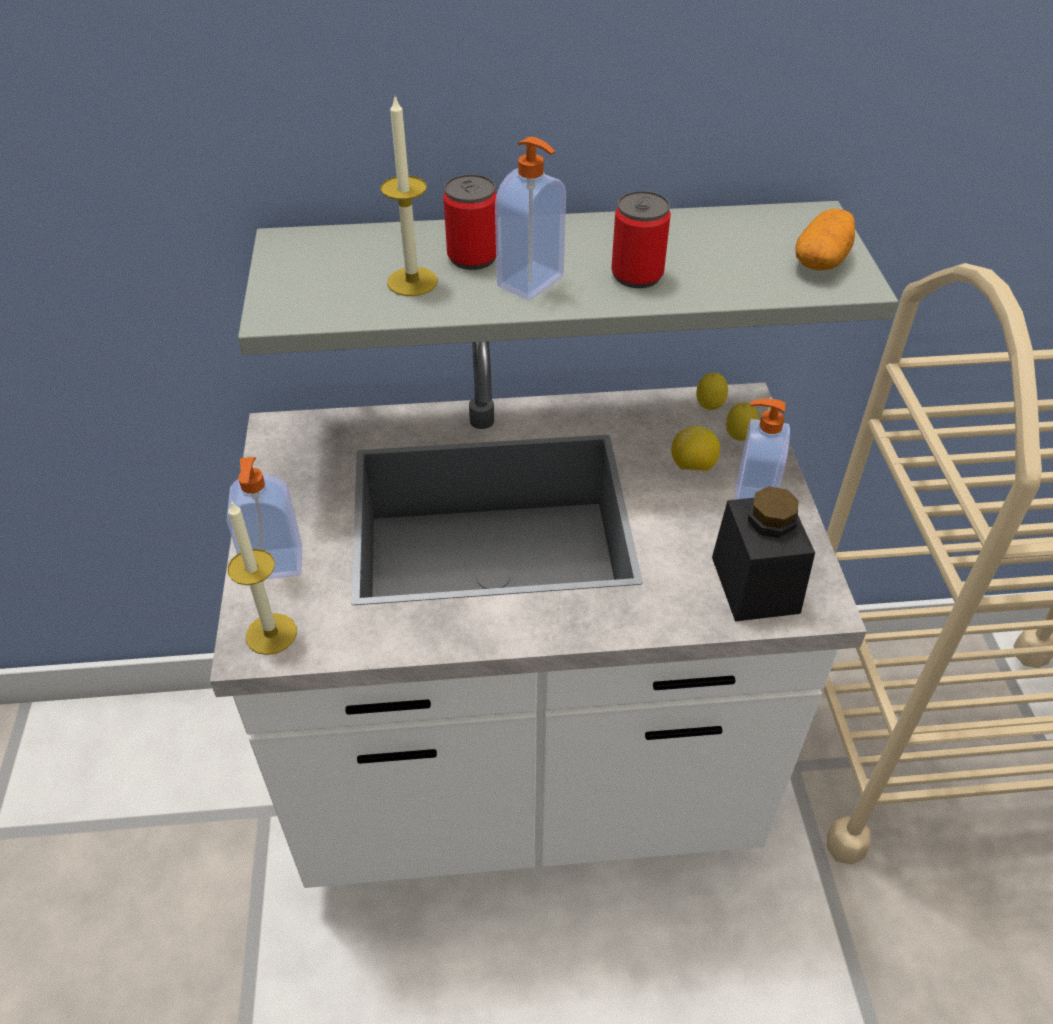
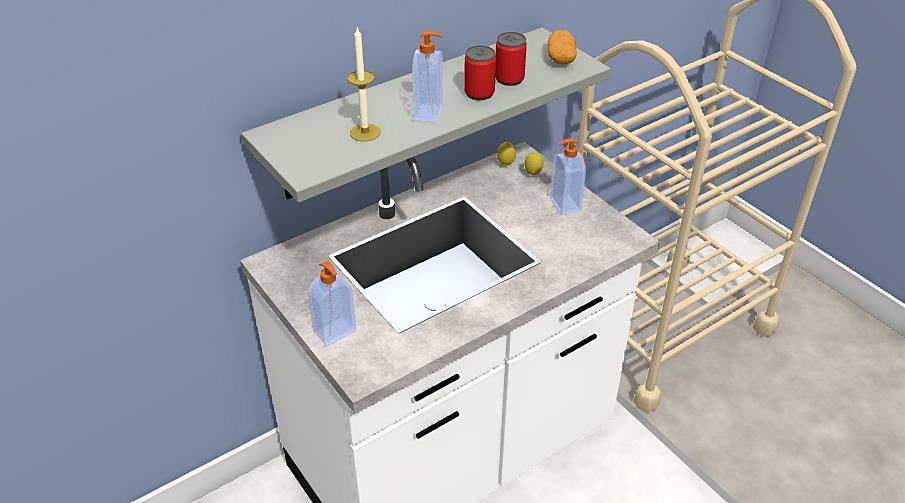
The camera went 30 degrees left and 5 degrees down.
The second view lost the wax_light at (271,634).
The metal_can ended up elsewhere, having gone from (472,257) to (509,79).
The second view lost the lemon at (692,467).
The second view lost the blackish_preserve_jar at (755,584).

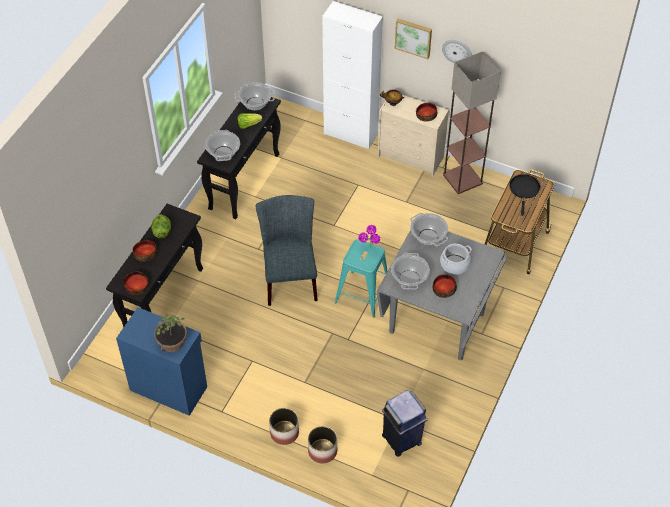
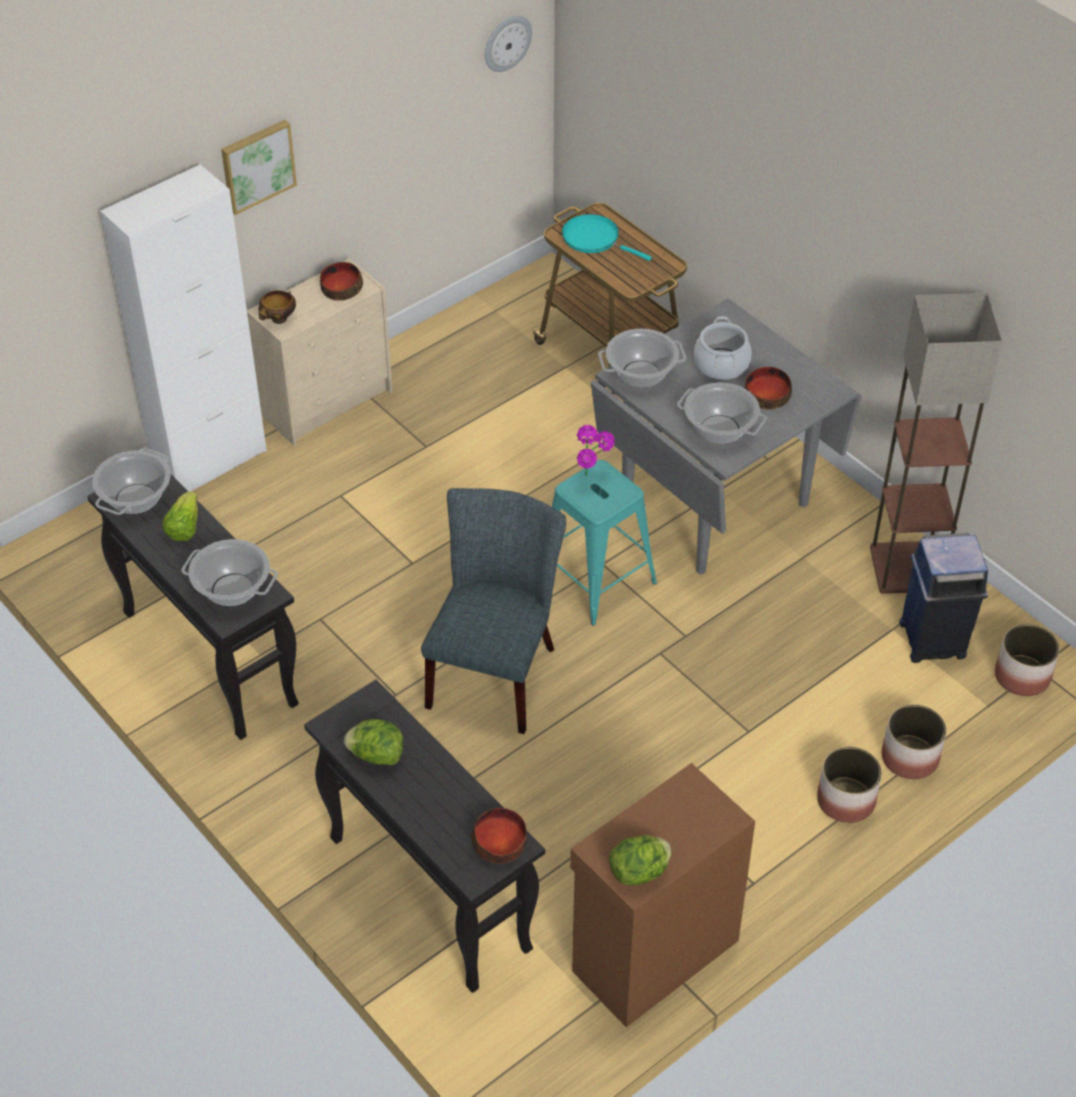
The camera went 65 degrees left and 5 degrees down.
What was the bluish_cupboard at (168,387) turned into the brownish_cupboard at (652,954).
The second view lost the serving_bowl at (145,254).
The second view lost the potted_plant at (172,342).
The greyish_upright_chair at (289,277) ended up facing another way, 90 degrees clockwise from before.
The wall_clock ended up elsewhere, having gone from (457,51) to (507,42).
The standard_lamp ended up elsewhere, having gone from (463,179) to (907,567).
What was the blackish_frying_pan at (524,190) turned into the turquoise-coloured_frying_pan at (594,239).
The second view gained the head_of_lettuce at (640,872).
The second view gained the plant_pot at (1022,676).

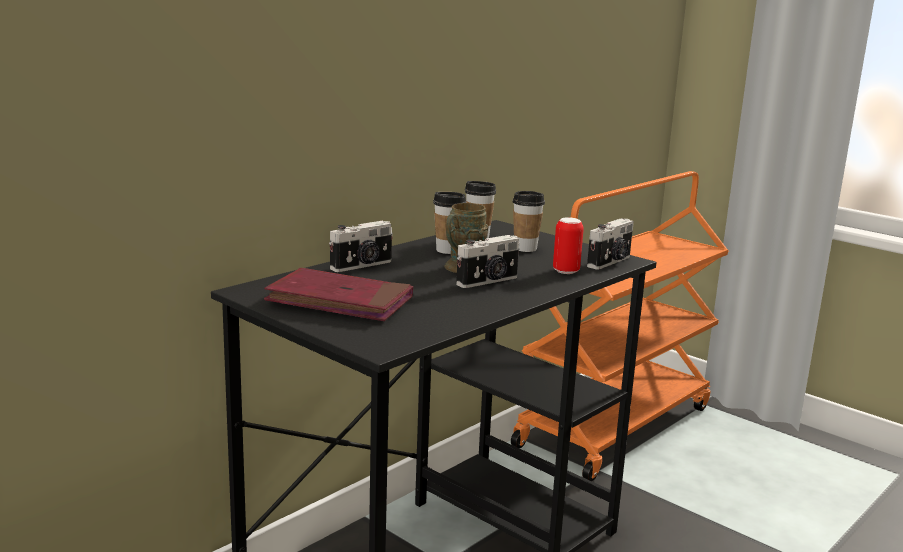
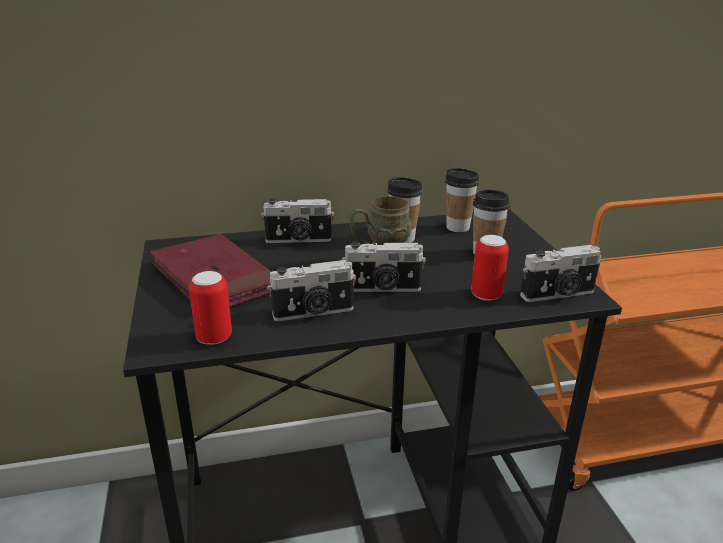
The camera went 35 degrees right and 10 degrees up.
The second view gained the metal_can at (214,338).
The second view gained the still_camera at (314,313).

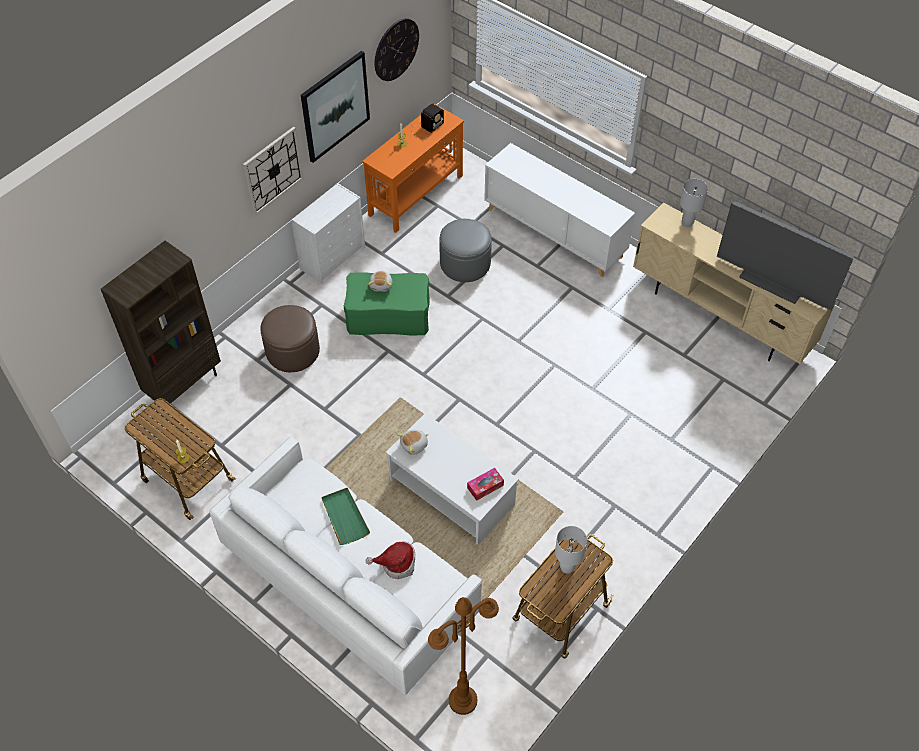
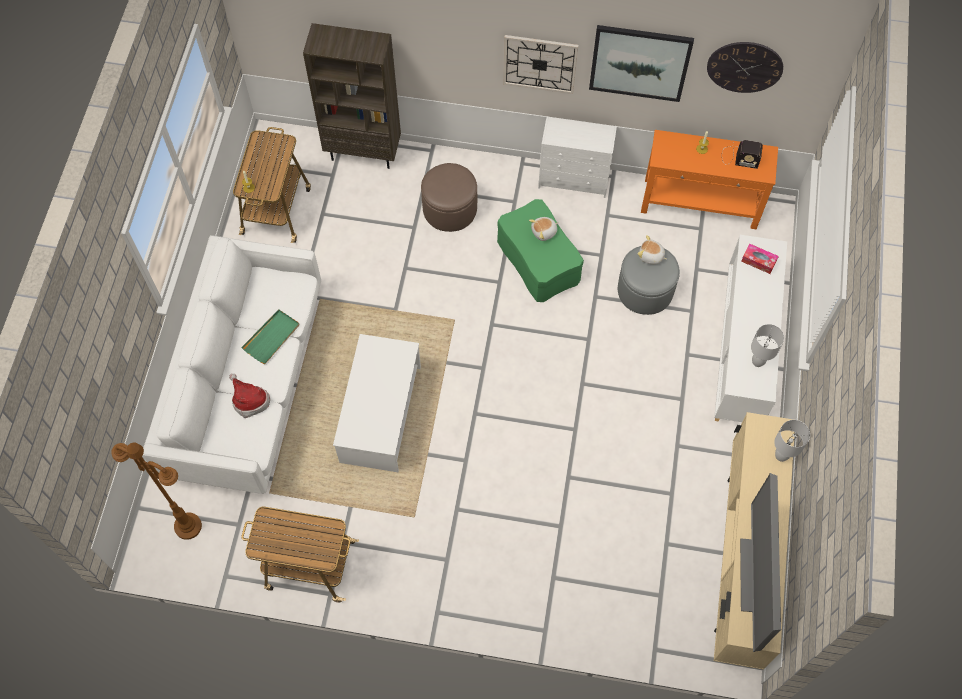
The camera went 60 degrees right and 10 degrees up.
The soft_toy ended up elsewhere, having gone from (414,445) to (651,256).
The tissue_holder ended up elsewhere, having gone from (485,486) to (758,261).
The whitish_tabletop_lamp ended up elsewhere, having gone from (567,568) to (758,362).

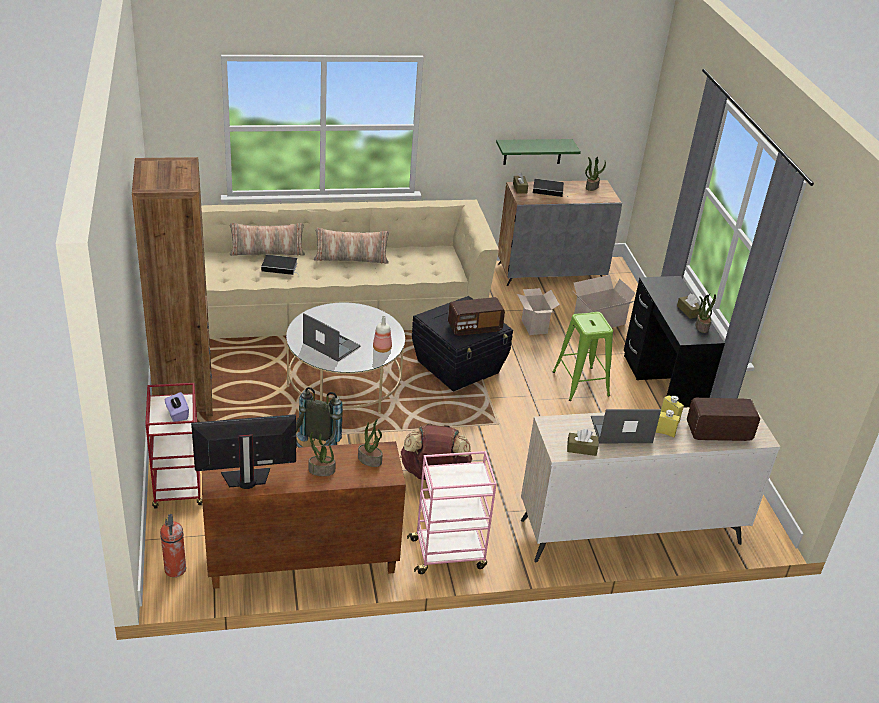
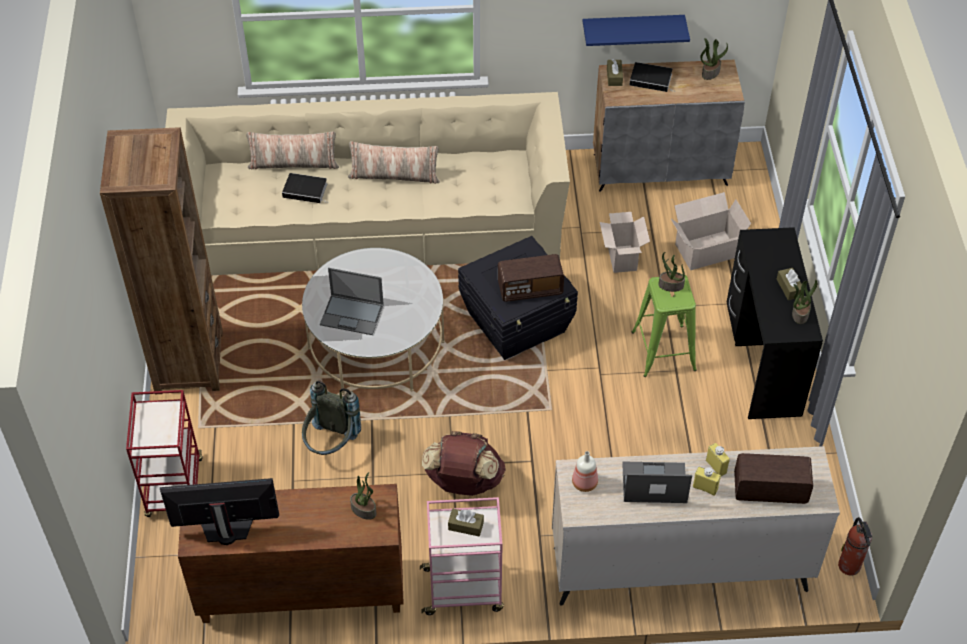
The camera went 10 degrees right and 15 degrees up.
The fire-fighting_cylinder ended up elsewhere, having gone from (175,570) to (849,567).
The second view lost the purple_tissue_holder at (177,414).
The laptop at (330,344) ended up facing another way, 150 degrees clockwise from before.
The potted_plant ended up elsewhere, having gone from (321,471) to (670,286).
The bottle ended up elsewhere, having gone from (382,348) to (585,483).
What was the green-coloured_wall_shelf at (533,151) turned into the bluish_wall_shelf at (632,30).
The brownish_tissue_holder ended up elsewhere, having gone from (581,449) to (466,526).

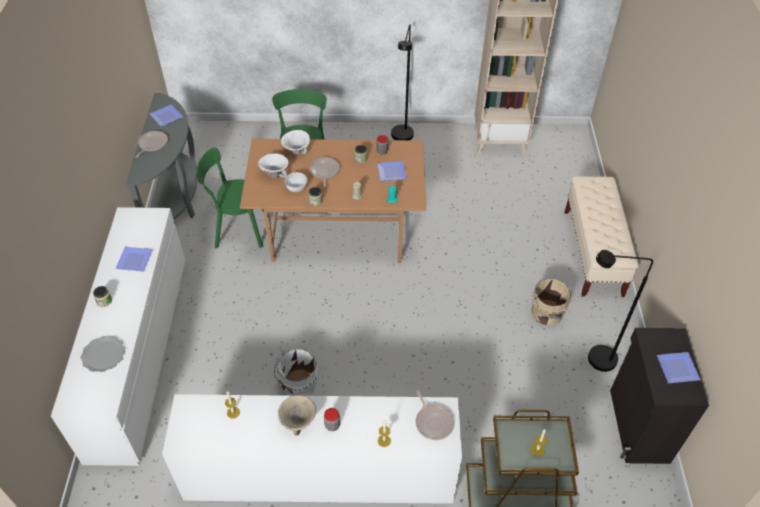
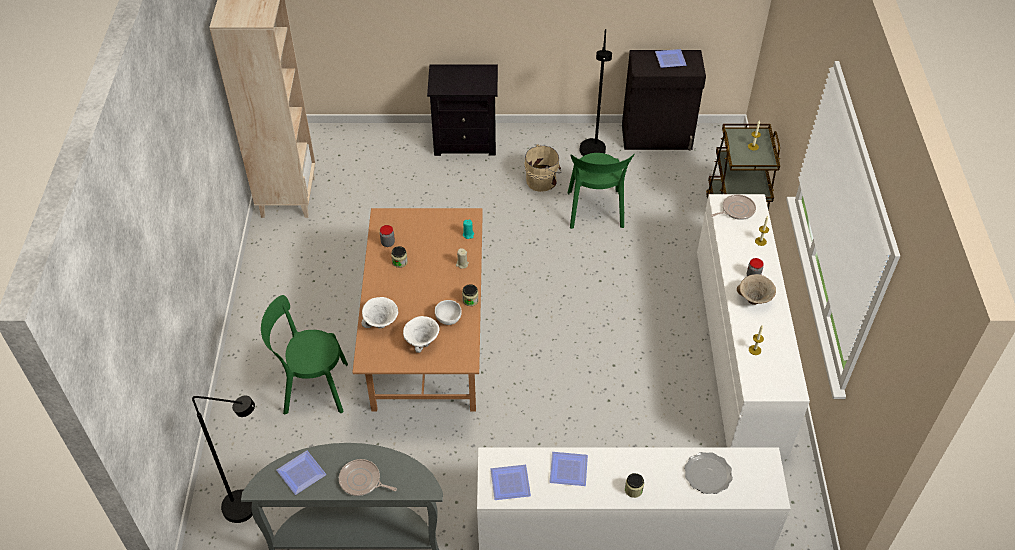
The camera went 90 degrees left and 0 degrees up.
The green-coloured_upright_chair ended up elsewhere, having gone from (238,229) to (595,212).
The second view lost the whitish_pail at (298,385).
The second view lost the frying_pan at (324,172).
The dinner_plate ended up elsewhere, having gone from (392,173) to (511,482).
The blackish_standard_lamp ended up elsewhere, having gone from (402,139) to (249,507).
Where the sand-coloured_bench stood at (593,253), the blackish_bedside_table came to stand at (466,141).

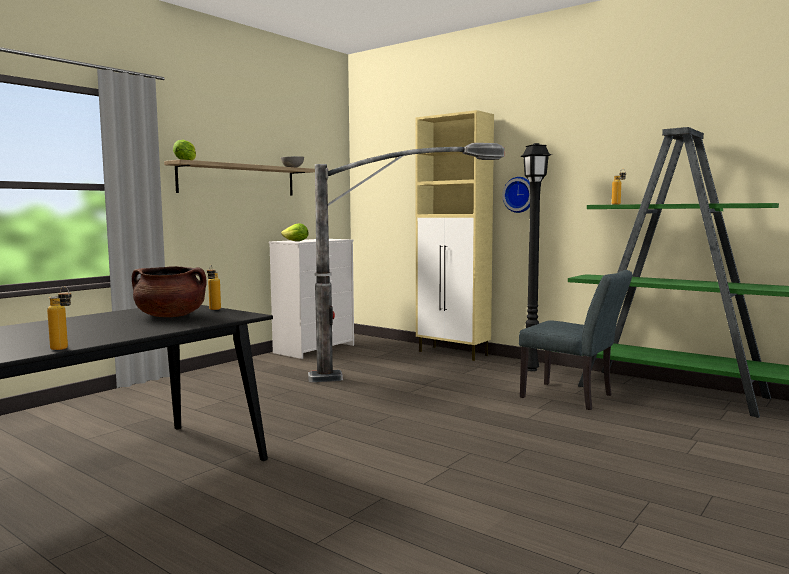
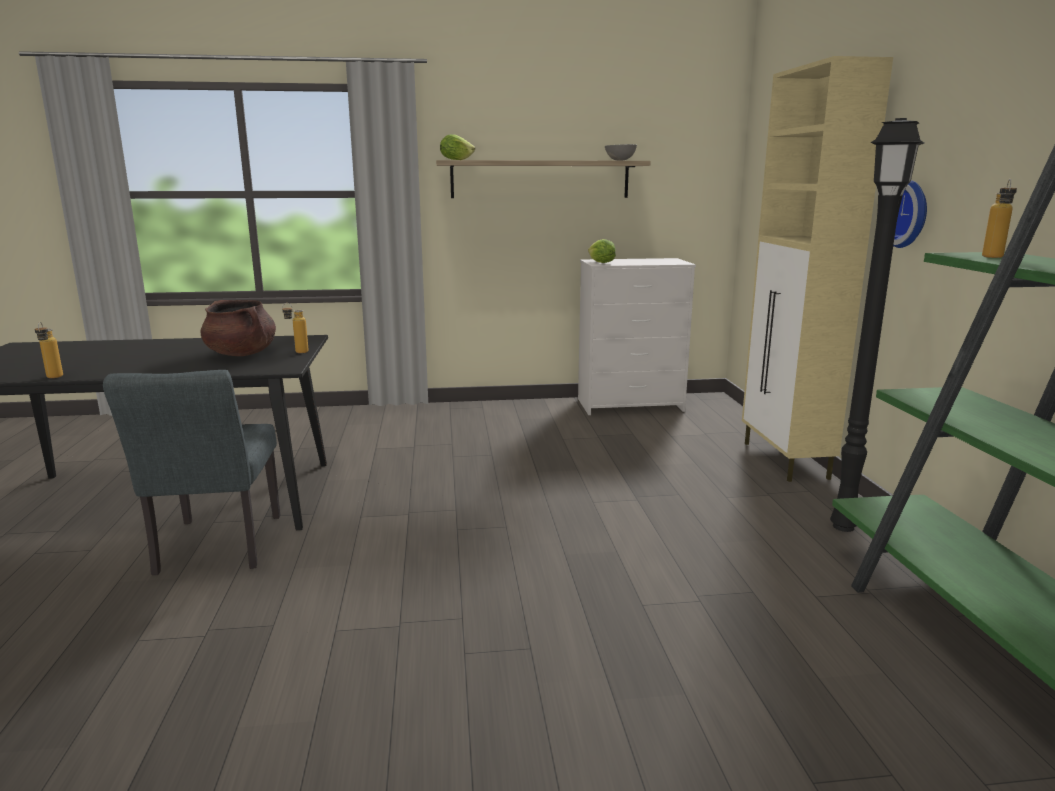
The camera went 45 degrees right and 10 degrees up.
The second view lost the standard_lamp at (406,374).
The greyish_upright_chair ended up elsewhere, having gone from (573,397) to (216,549).

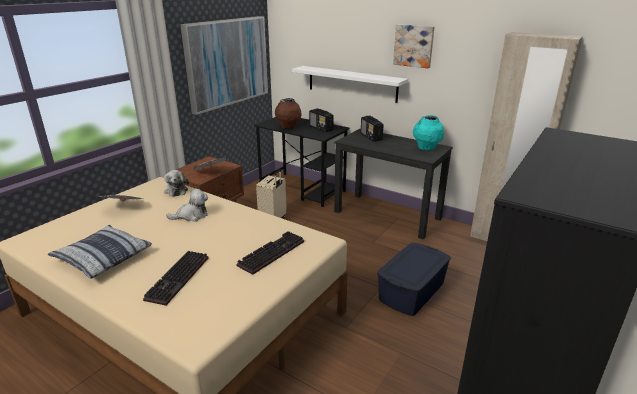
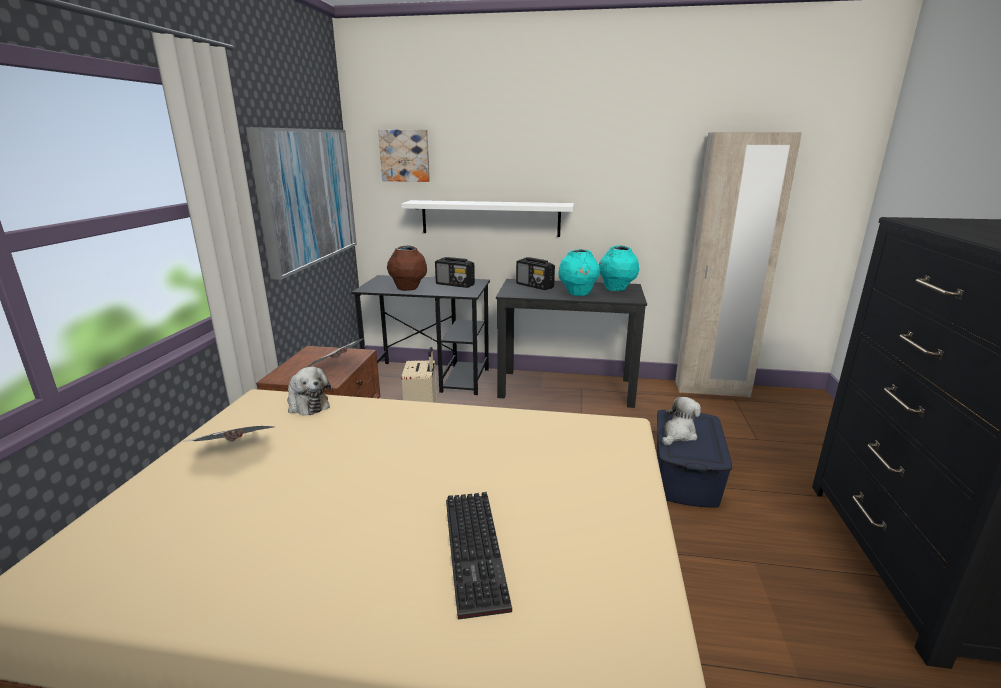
The camera went 25 degrees left and 5 degrees down.
The second view lost the cushion at (103,258).
The soft_toy ended up elsewhere, having gone from (191,216) to (678,434).
The second view lost the PC_keyboard at (271,252).
The wall_art ended up elsewhere, having gone from (414,46) to (405,155).
The second view gained the turquoise-coloured_vase at (578,294).

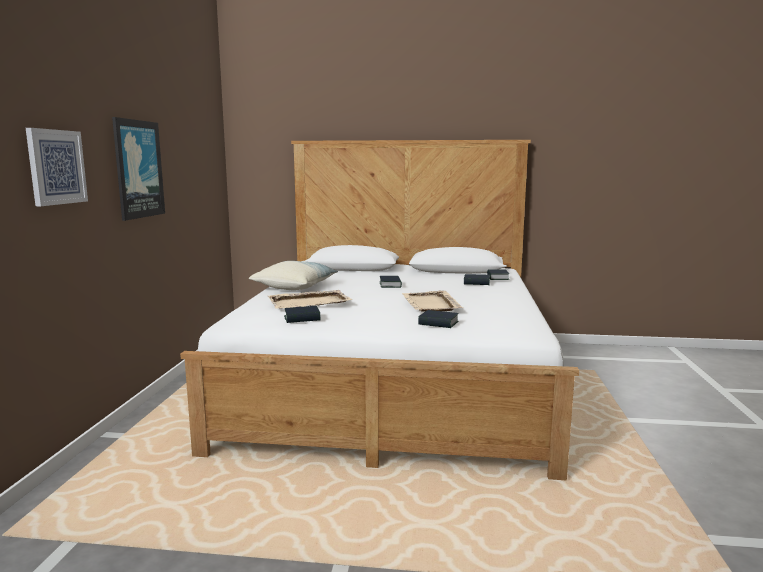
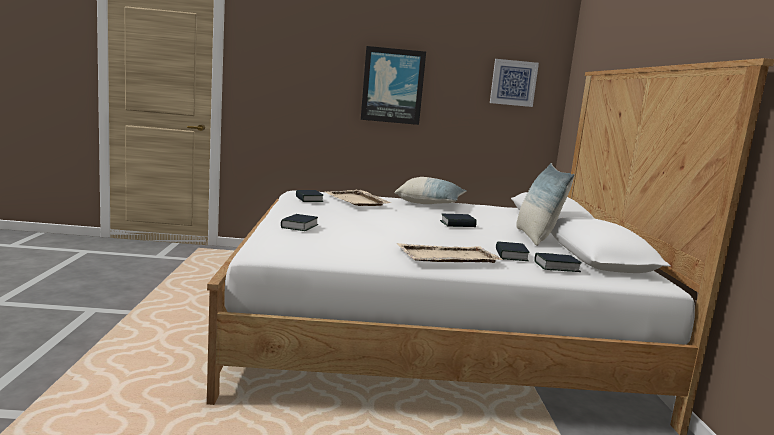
The camera went 80 degrees right and 0 degrees up.
The wall_art ended up elsewhere, having gone from (56,167) to (513,83).
The sand-coloured_serving_tray ended up elsewhere, having gone from (430,304) to (447,257).
The second view gained the cushion at (535,238).

